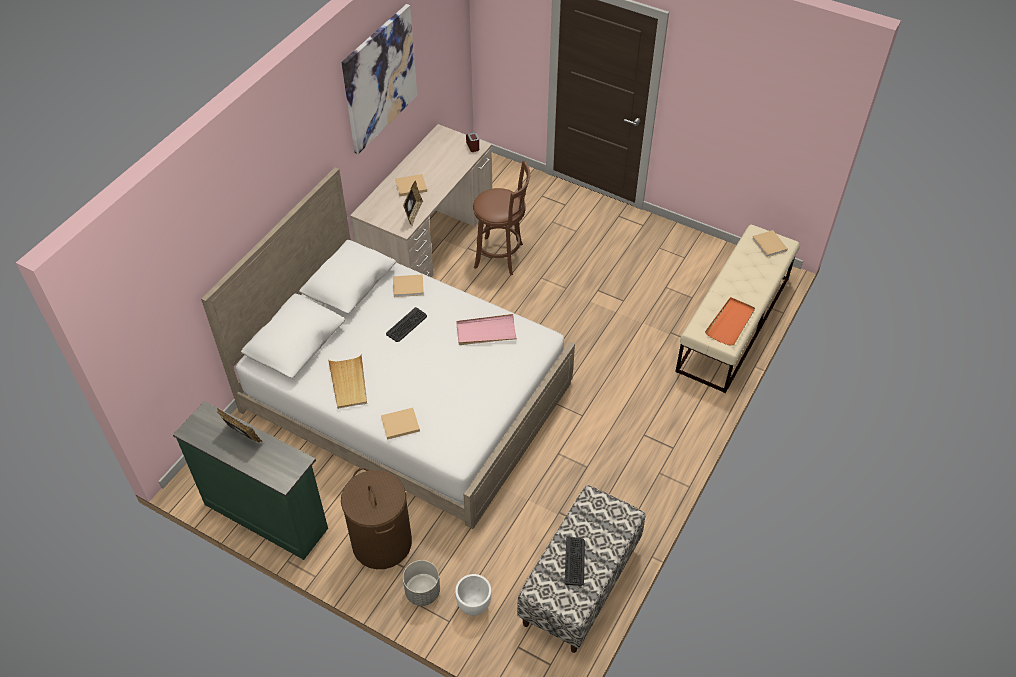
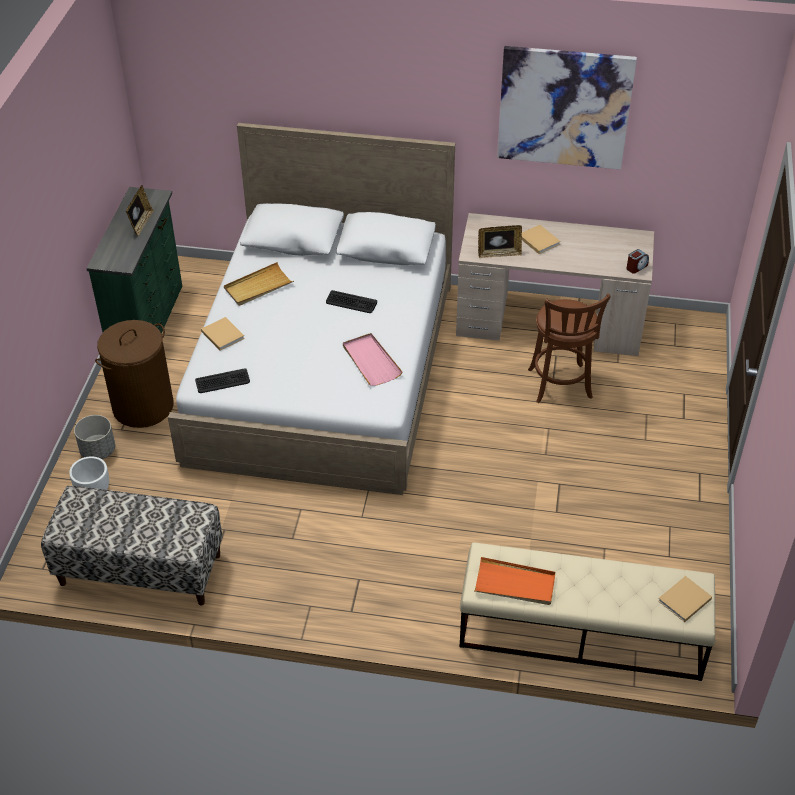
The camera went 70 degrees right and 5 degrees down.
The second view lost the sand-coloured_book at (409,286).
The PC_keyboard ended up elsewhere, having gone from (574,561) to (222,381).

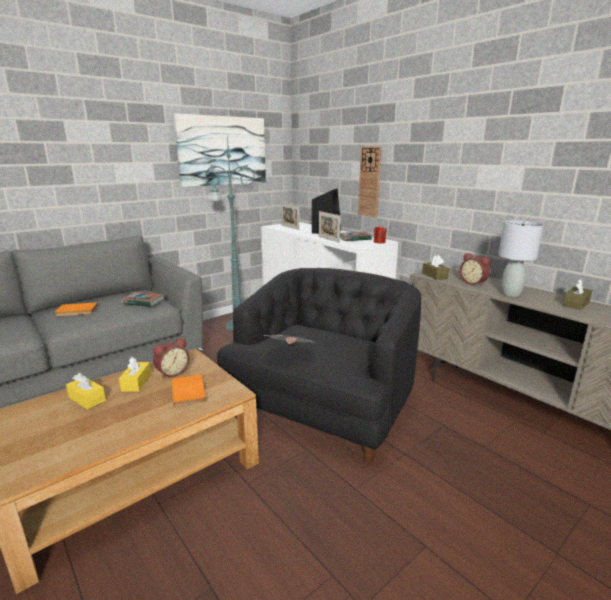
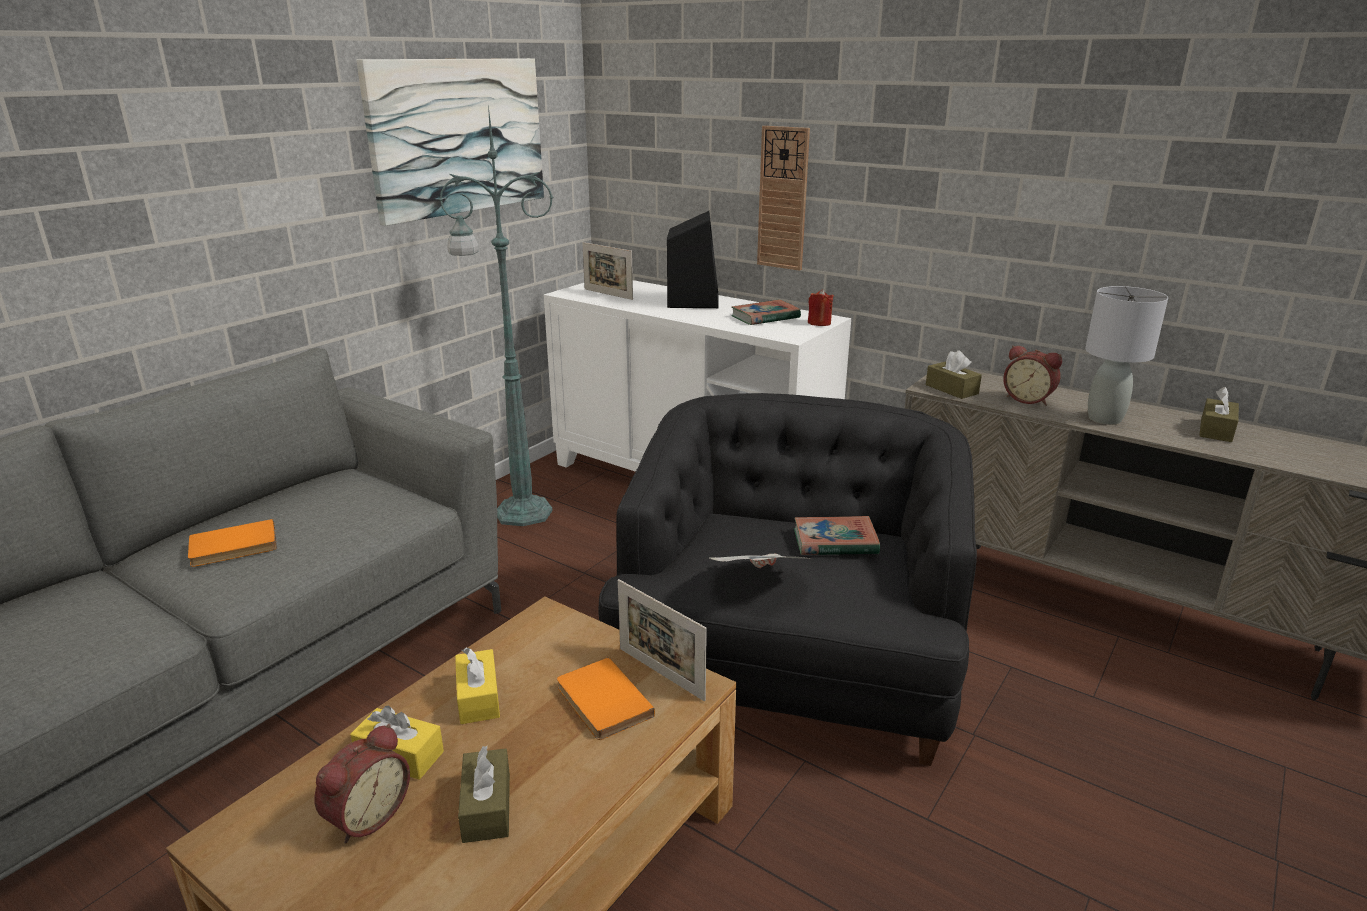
The camera went 15 degrees left and 5 degrees up.
The book ended up elsewhere, having gone from (143,302) to (835,541).
The bedside_clock ended up elsewhere, having gone from (172,372) to (366,815).
The standing_frame ended up elsewhere, having gone from (328,239) to (661,673).
The second view gained the brownish_tissue_holder at (487,807).

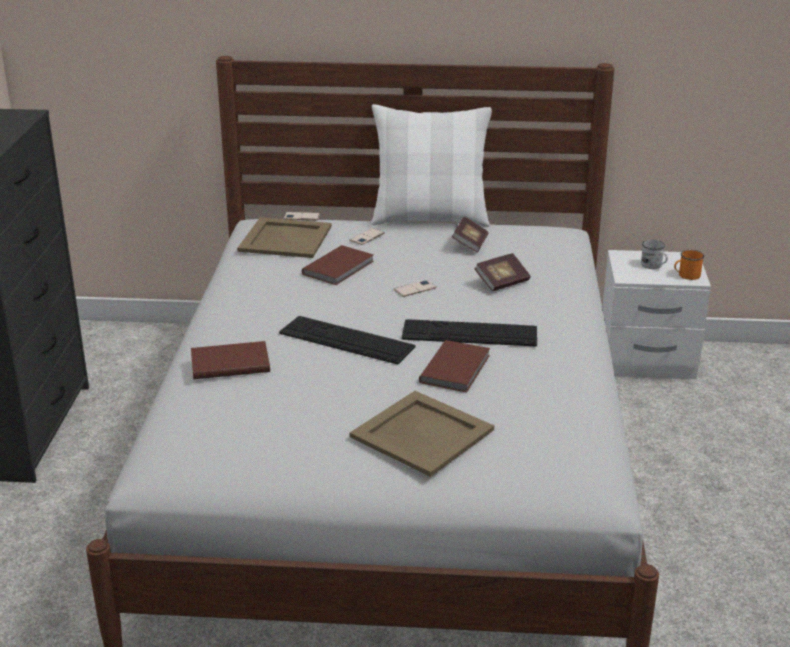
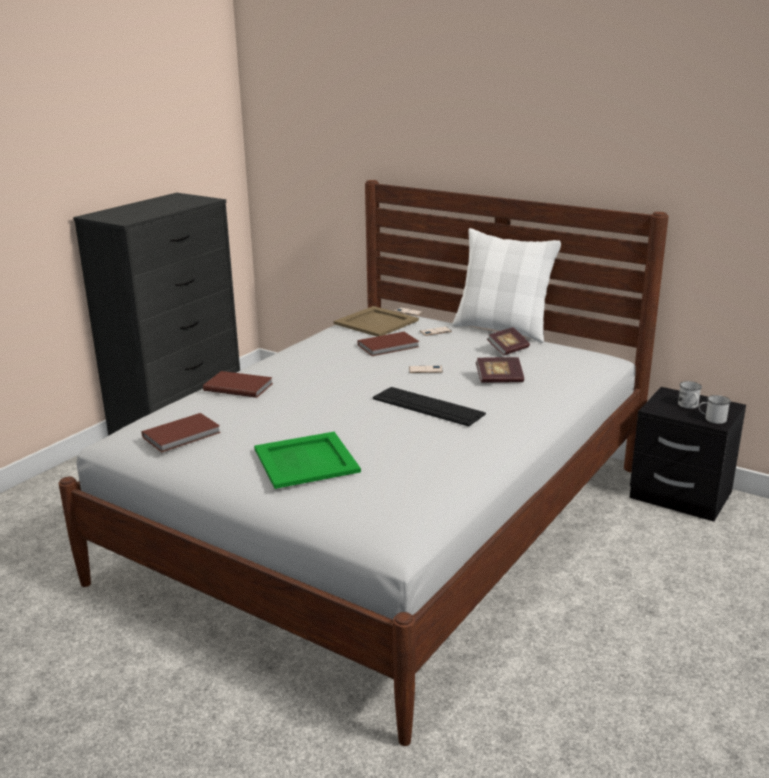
The camera went 30 degrees right and 5 degrees down.
The second view lost the PC_keyboard at (346,340).
What was the sand-coloured_serving_tray at (423,433) turned into the green-coloured_serving_tray at (307,460).
The brownish_book ended up elsewhere, having gone from (457,368) to (183,435).
What was the whitish_bedside_table at (646,361) turned into the blackish_bedside_table at (679,496).
What was the orange-coloured_tea_mug at (686,276) turned into the whitish_tea_mug at (712,419).

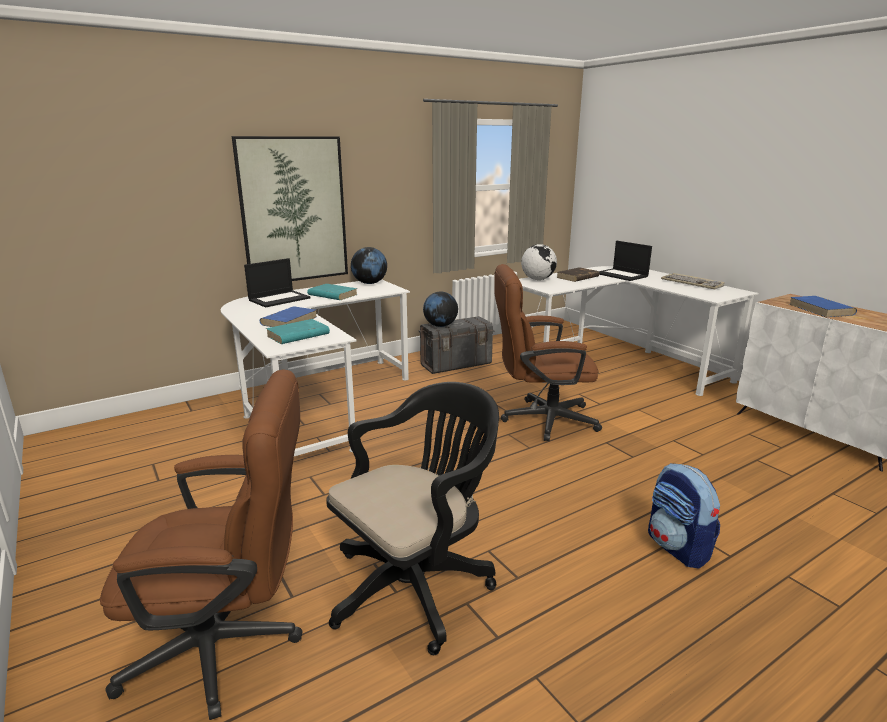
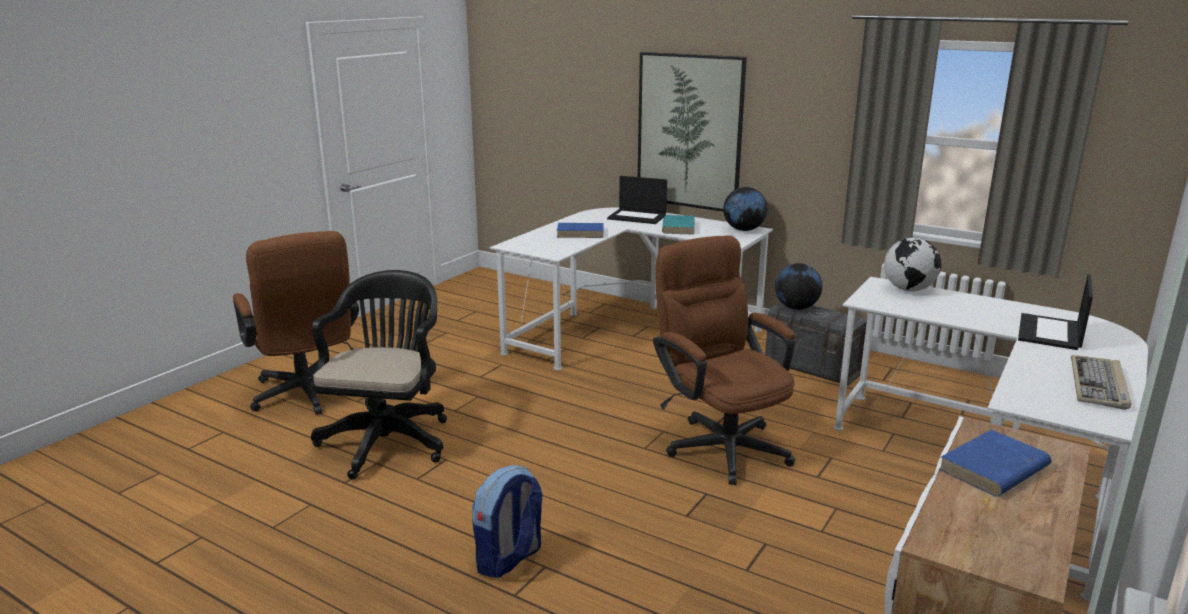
The camera went 65 degrees right and 0 degrees up.
The second view lost the turquoise-coloured_book at (297,335).
The blackish_desk_chair at (417,584) ended up facing another way, 105 degrees counterclockwise from before.
The second view lost the brownish_book at (577,277).

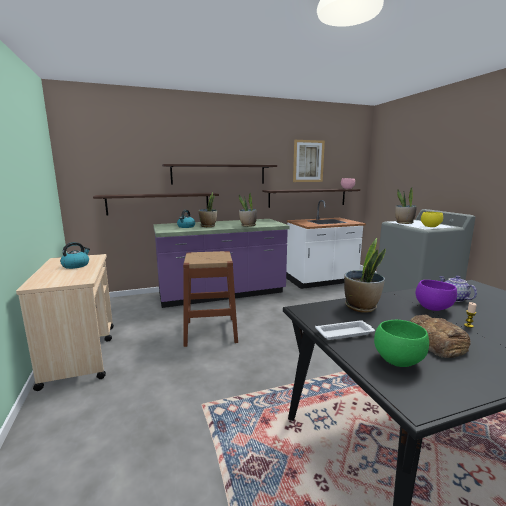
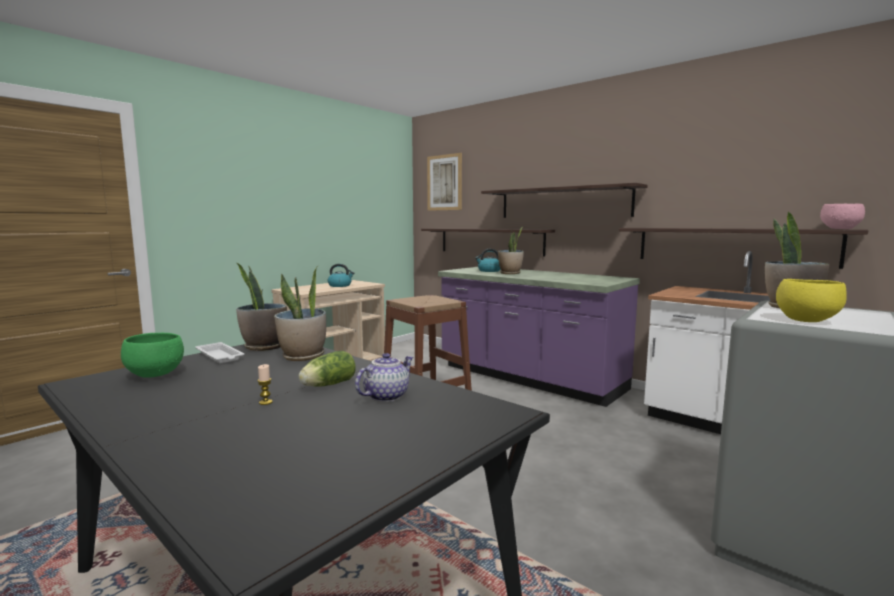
The camera went 60 degrees right and 5 degrees down.
The potted_plant ended up elsewhere, having gone from (248,225) to (264,347).
The wall_art ended up elsewhere, having gone from (308,161) to (444,182).
The second view lost the bread at (436,342).
Where the purple_serving_bowl stood at (433,308), the head_of_lettuce came to stand at (327,385).

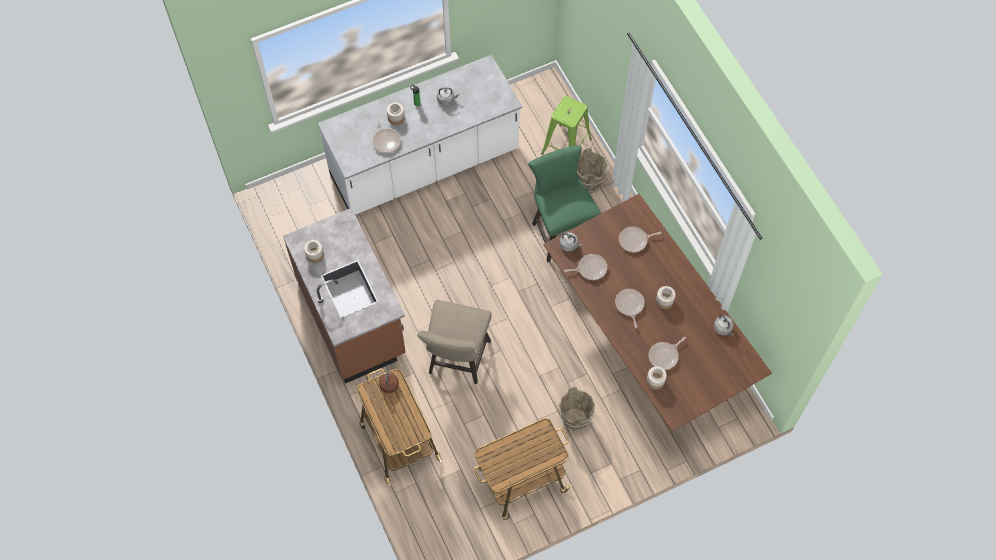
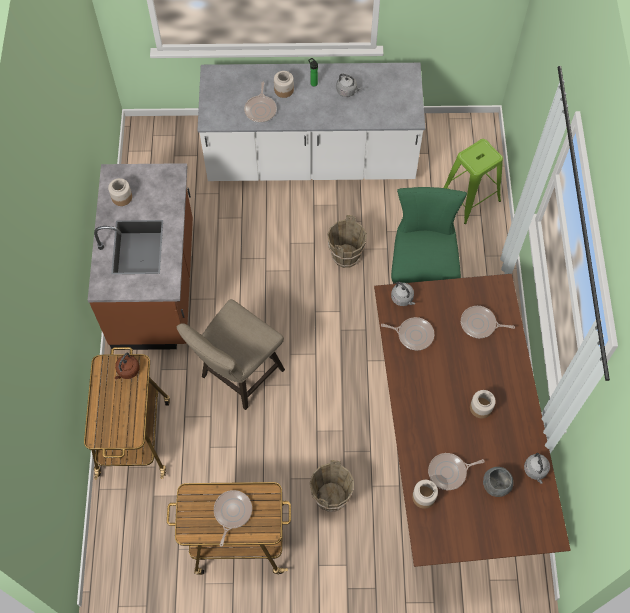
The camera went 25 degrees right and 0 degrees up.
The brownish_pail ended up elsewhere, having gone from (589,183) to (346,256).
The frying_pan ended up elsewhere, having gone from (629,305) to (232,512).
The second view gained the greyish_serving_bowl at (495,485).

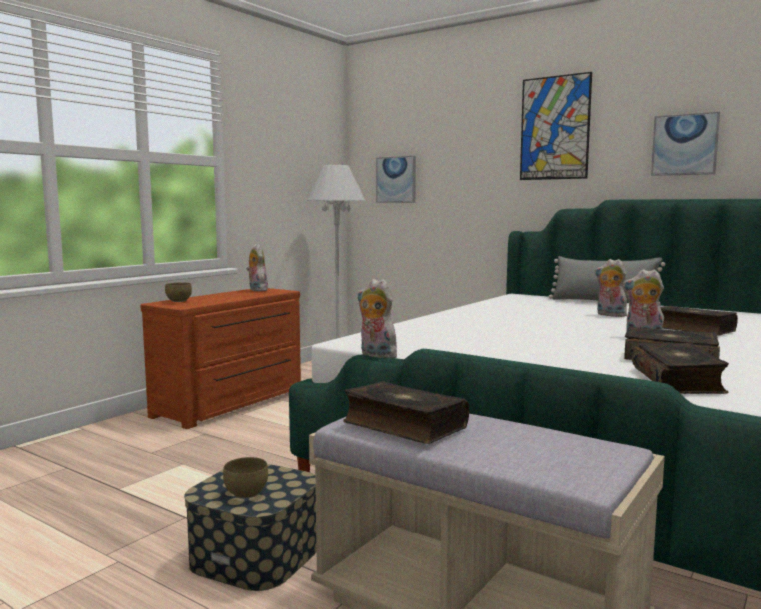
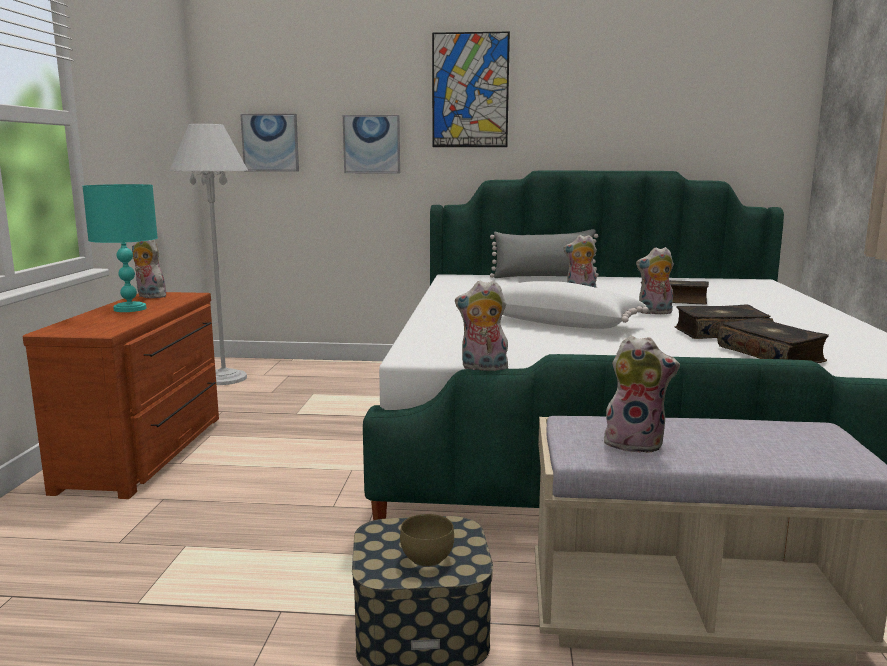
The camera went 30 degrees left and 5 degrees up.
The second view lost the brownish_serving_bowl at (178,301).
Where the book stood at (403,425), the soft_toy came to stand at (635,443).
The wall_art ended up elsewhere, having gone from (684,145) to (372,144).
The second view gained the turquoise-coloured_tabletop_lamp at (131,309).
The second view gained the whitish_cushion at (563,324).

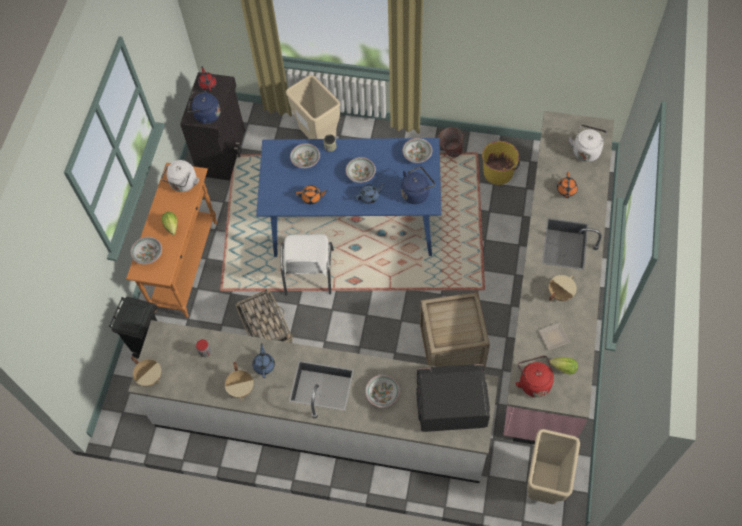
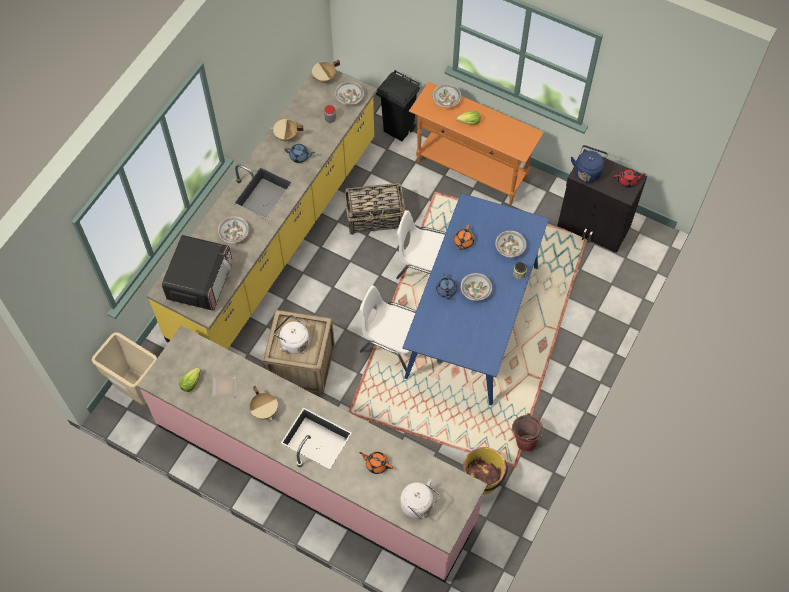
The camera went 105 degrees right and 0 degrees up.
What was the whitish_counter at (321,420) turned into the yellow-coloured_counter at (276,238).
The whitish_water_kettle ended up elsewhere, having gone from (183,184) to (293,342).
The second view lost the sand-coloured_rubbish_bin at (317,138).
The second view lost the bluish_water_kettle at (416,193).
The serving_bowl ended up elsewhere, having gone from (417,155) to (349,98).
The second view lost the red-coloured_water_kettle at (533,382).
The second view gained the whitish_upright_chair at (392,341).

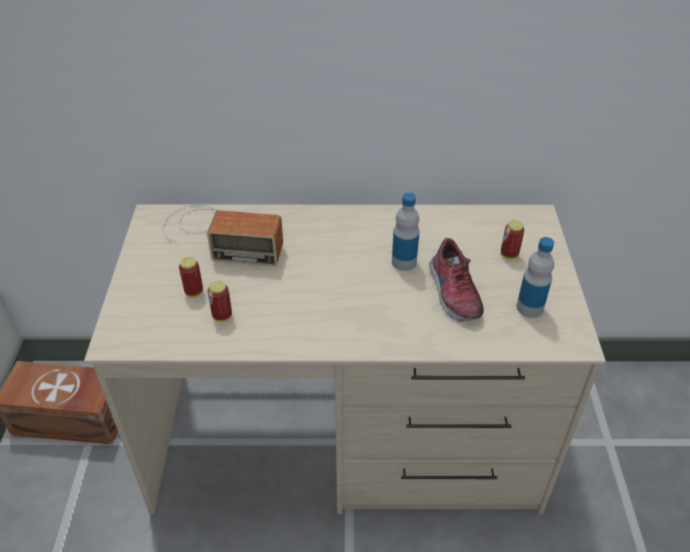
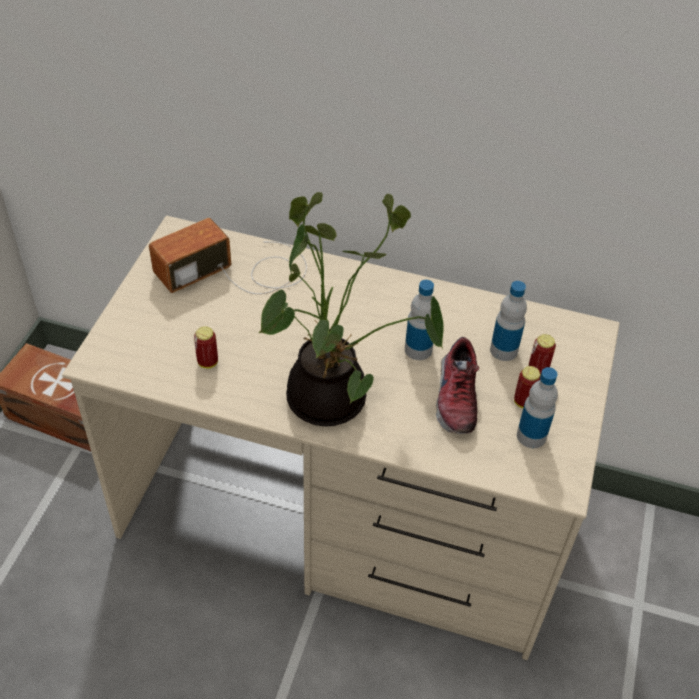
The camera went 15 degrees right and 5 degrees up.
The radio at (220,235) ended up facing another way, 120 degrees clockwise from before.
The metal_can ended up elsewhere, having gone from (194,292) to (523,401).
The second view gained the potted_plant at (333,400).
The second view gained the bottle at (503,350).

